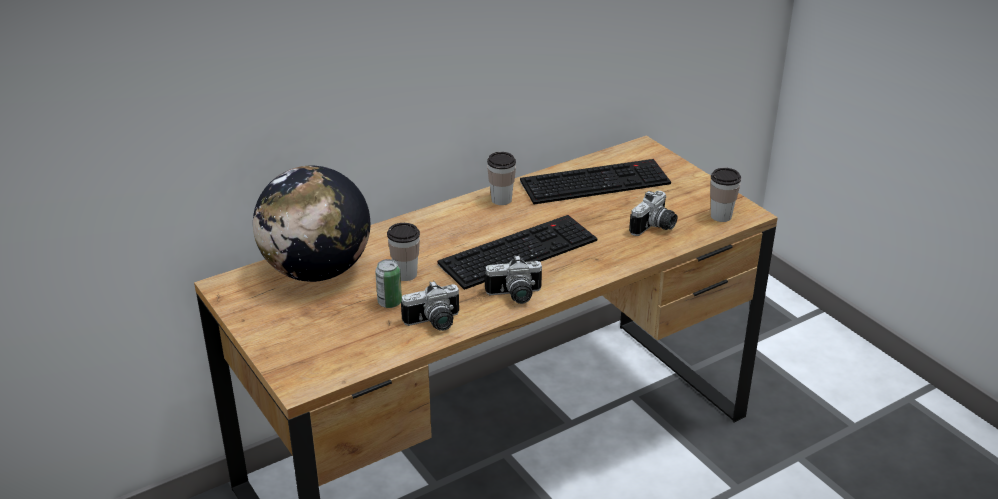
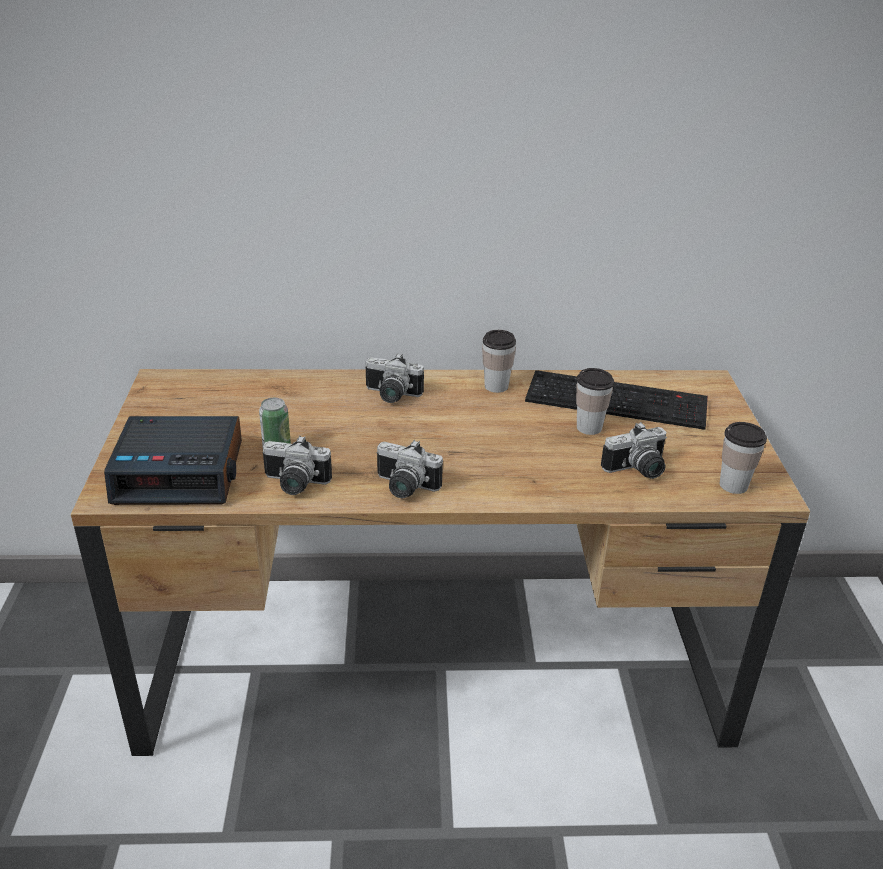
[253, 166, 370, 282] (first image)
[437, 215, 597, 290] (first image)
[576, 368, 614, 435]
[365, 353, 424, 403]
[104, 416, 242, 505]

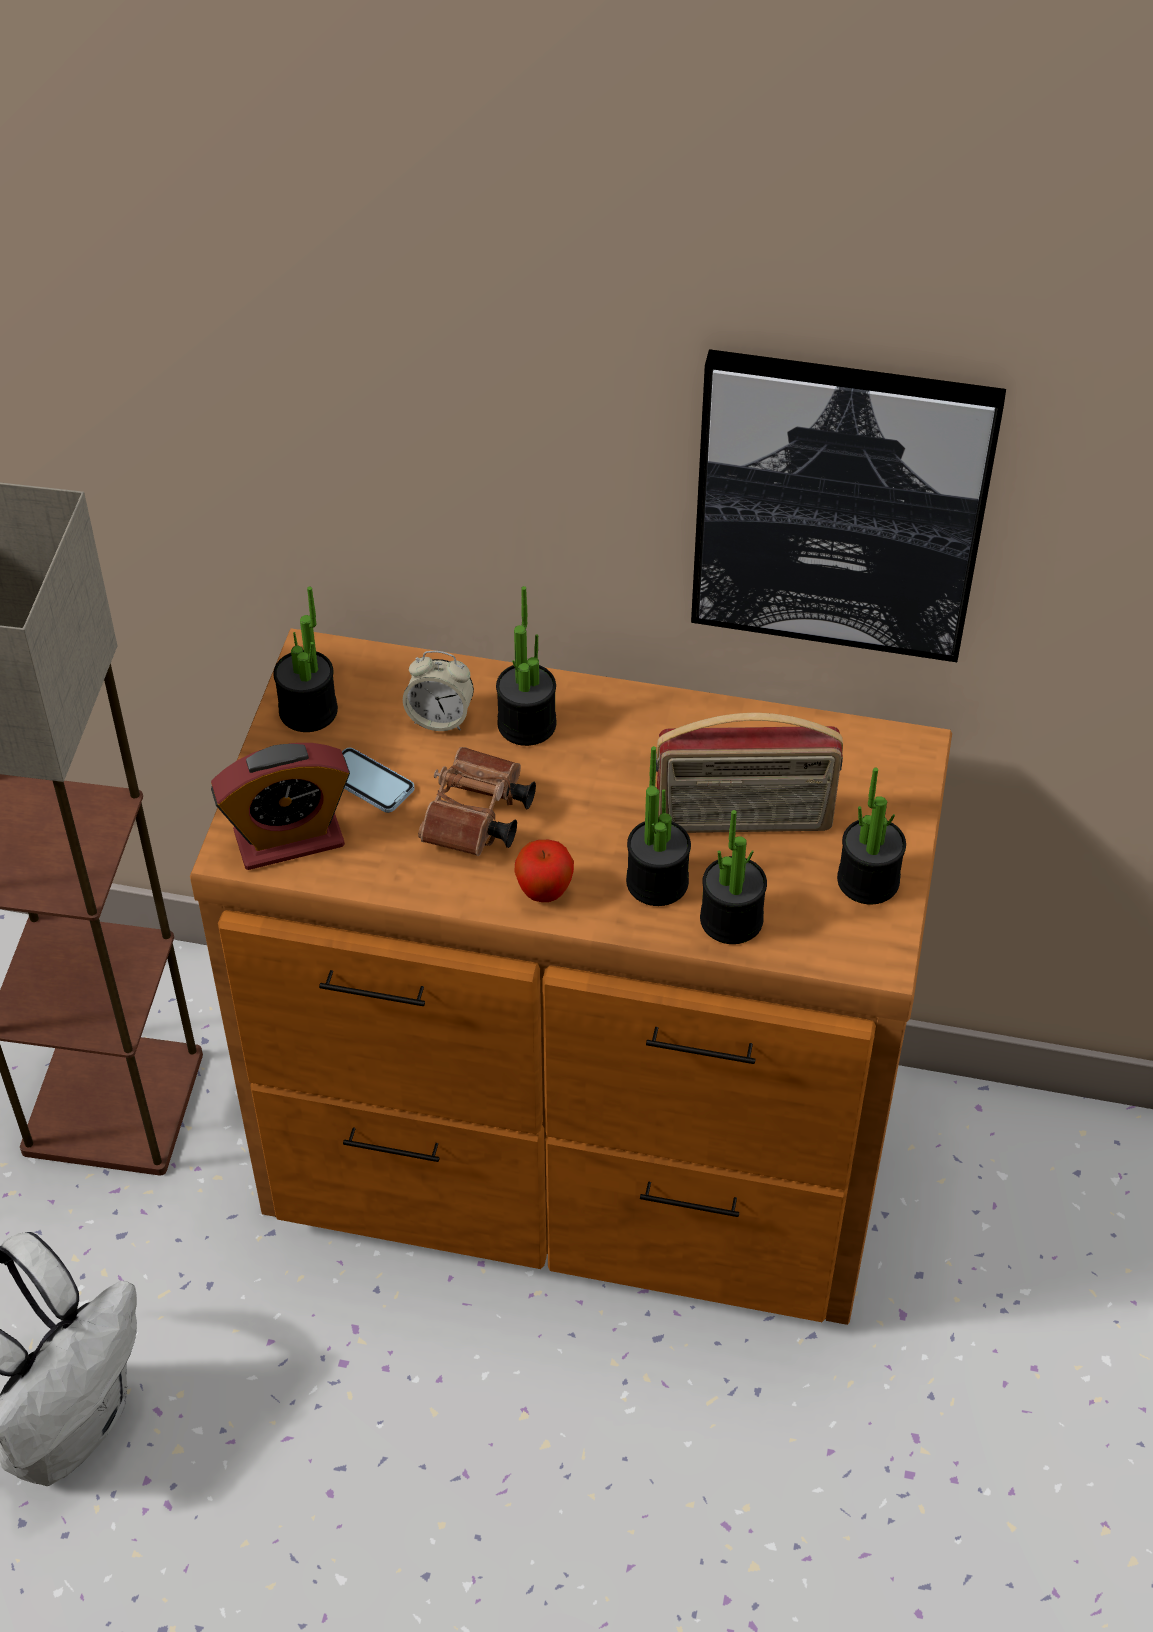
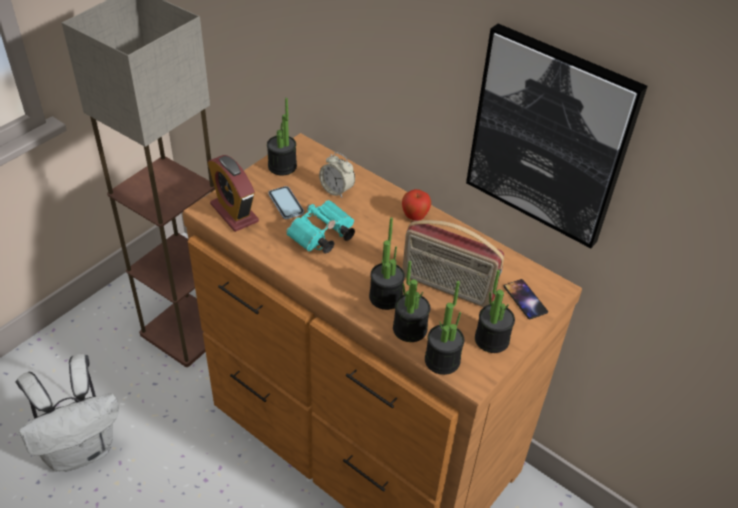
[425, 281, 464, 375]
[208, 155, 259, 232]
[286, 200, 355, 253]
[402, 189, 431, 220]
[504, 279, 548, 319]

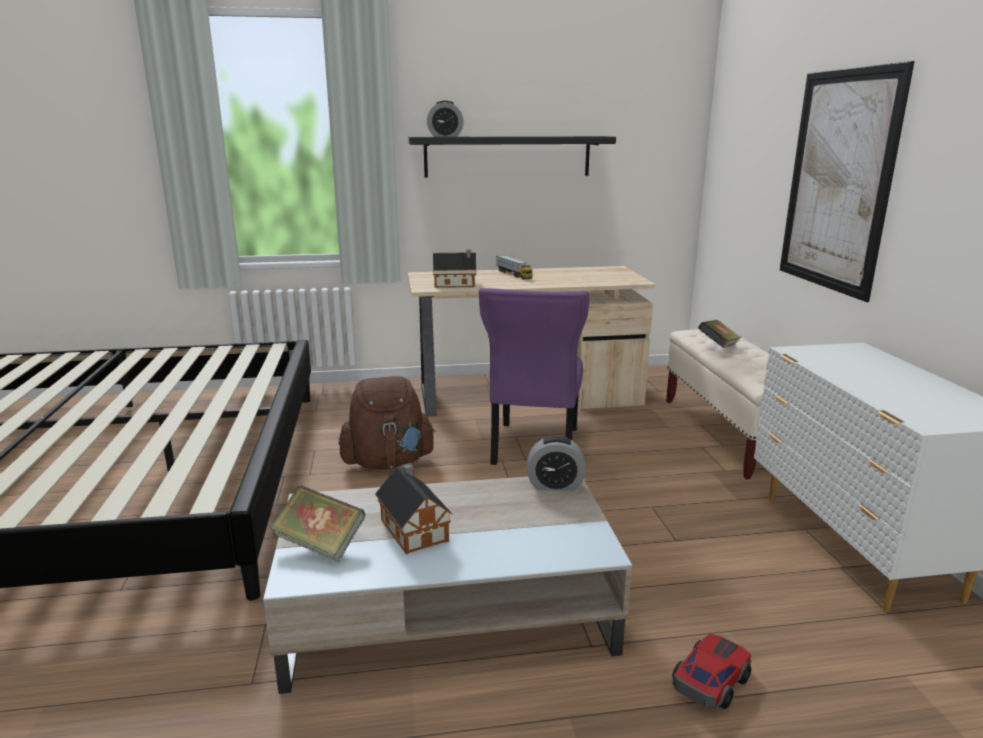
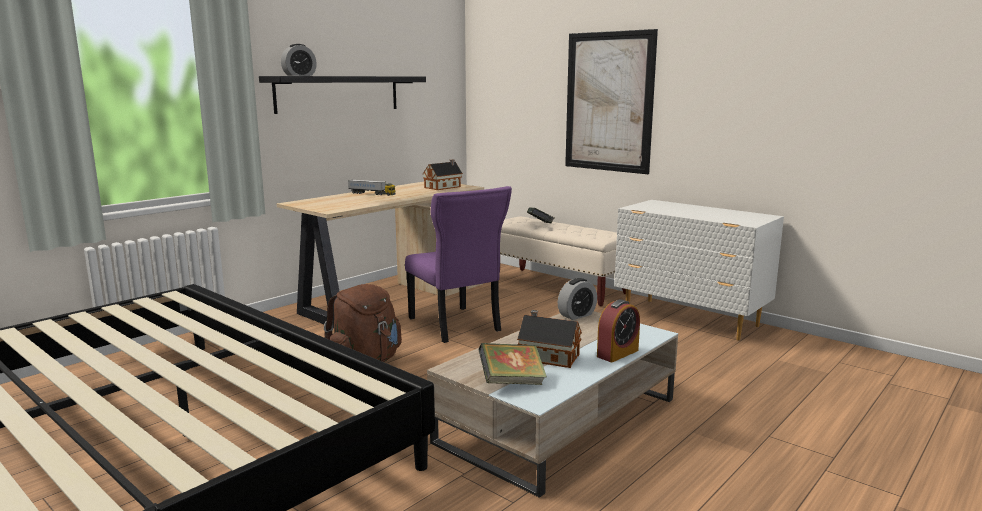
[422, 160, 463, 190]
[672, 633, 751, 709] (first image)
[597, 299, 640, 362]

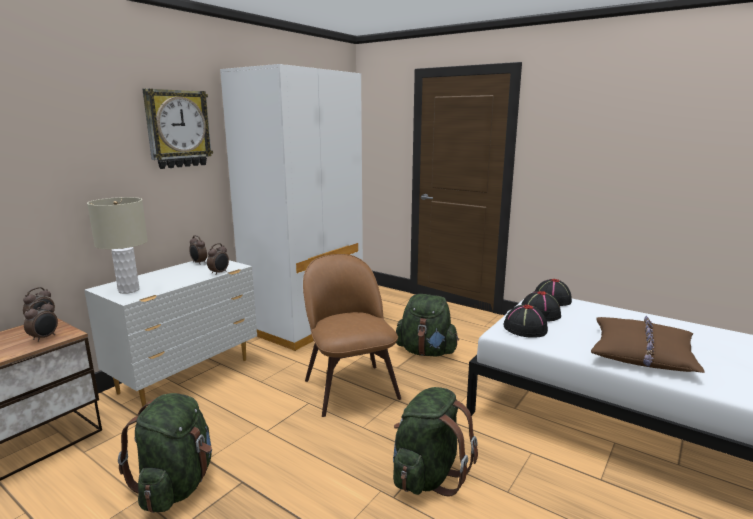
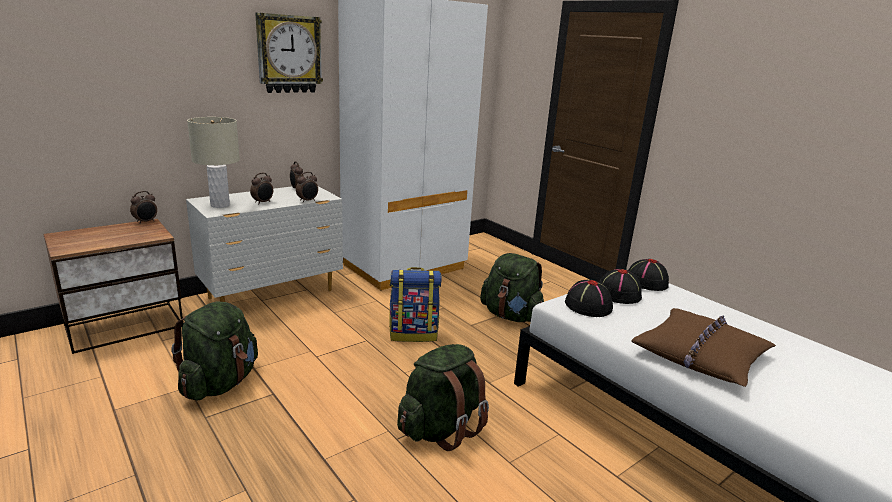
[389, 267, 442, 342]
[250, 173, 273, 203]

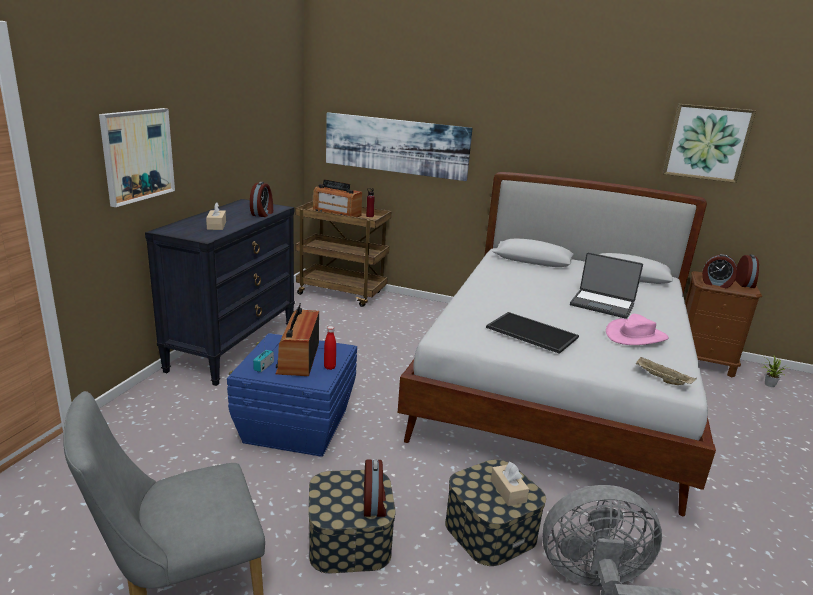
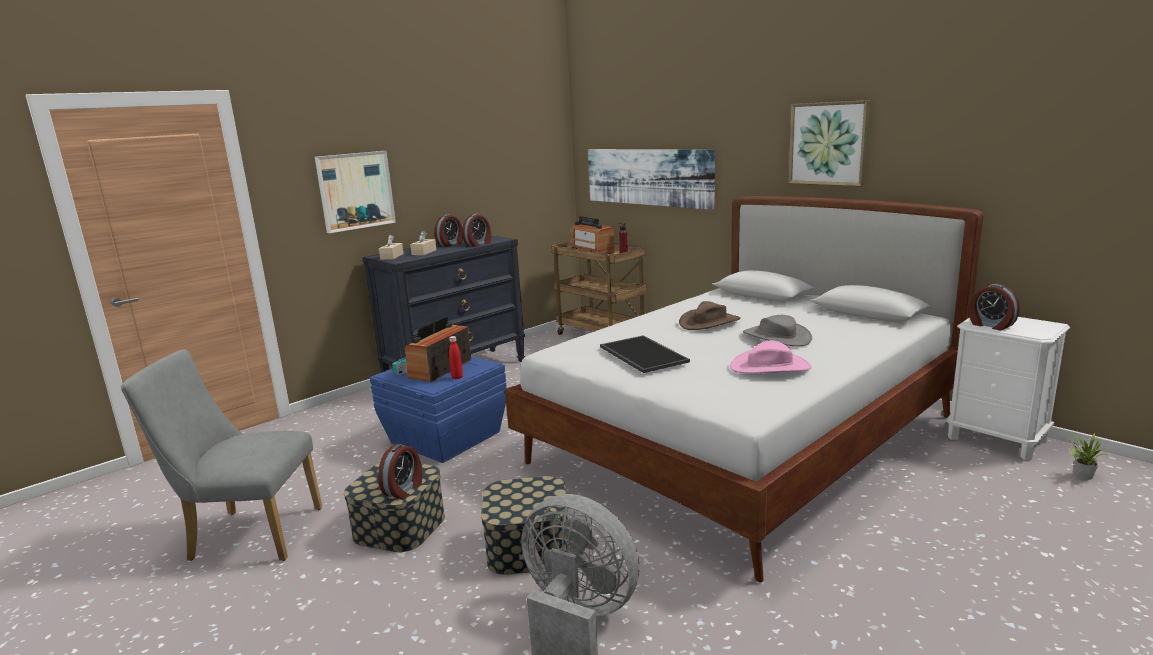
[788, 100, 870, 186]
[743, 315, 812, 346]
[434, 214, 463, 247]
[946, 317, 1070, 460]
[636, 356, 696, 385] (first image)
[379, 235, 404, 260]
[679, 301, 741, 330]

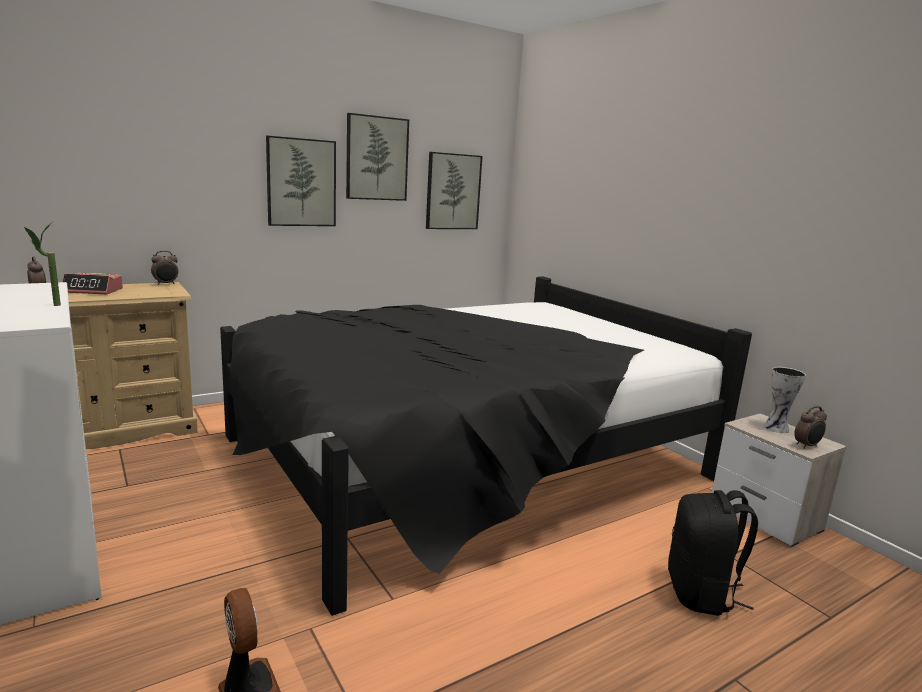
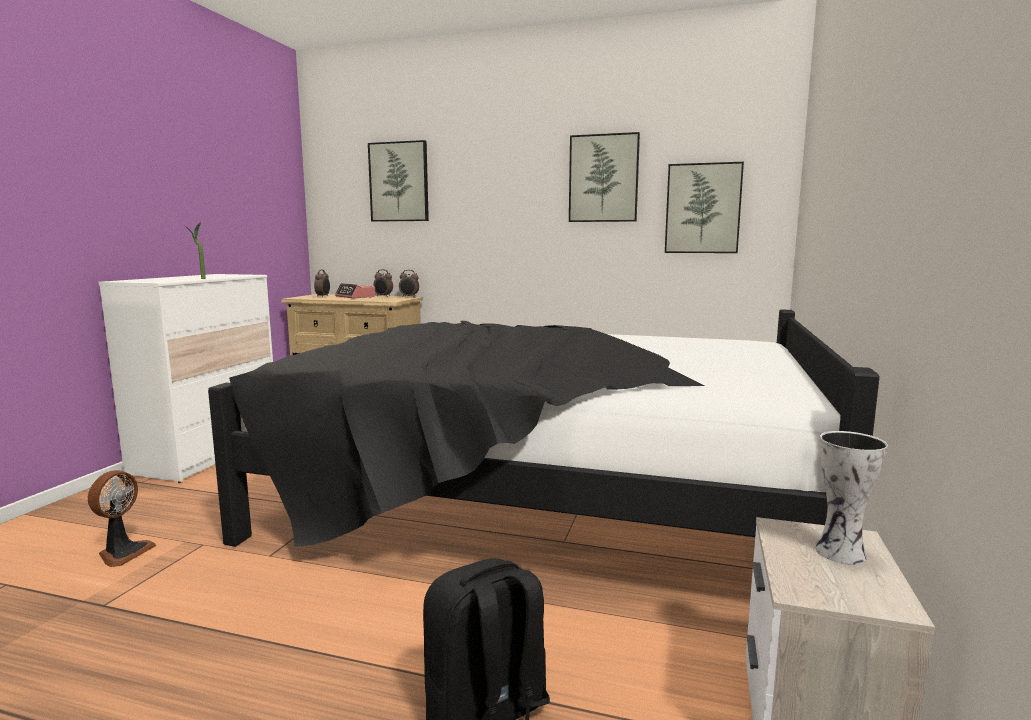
[368, 140, 429, 222]
[373, 269, 393, 296]

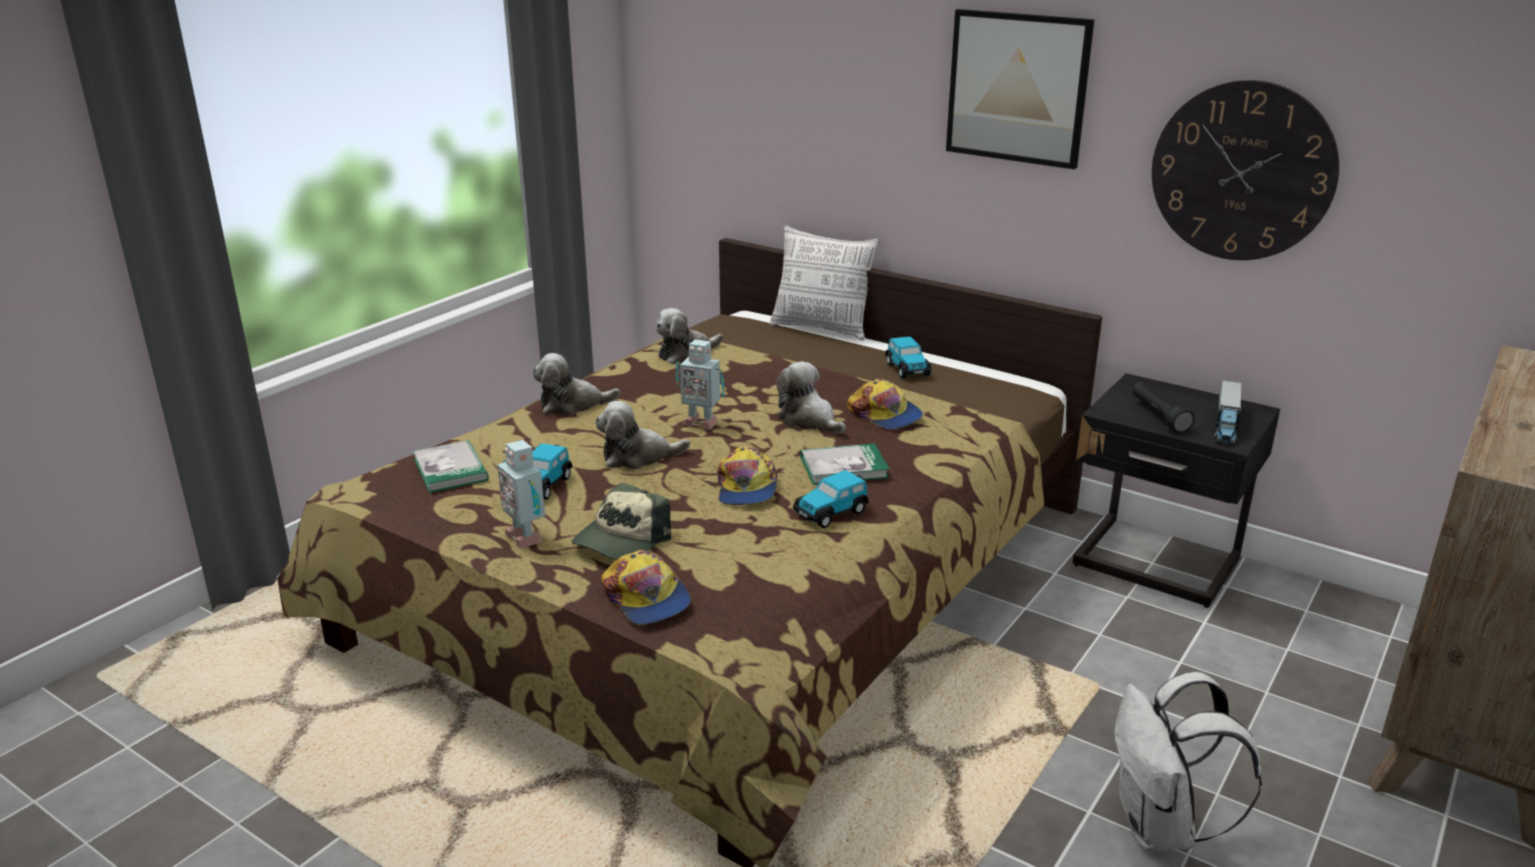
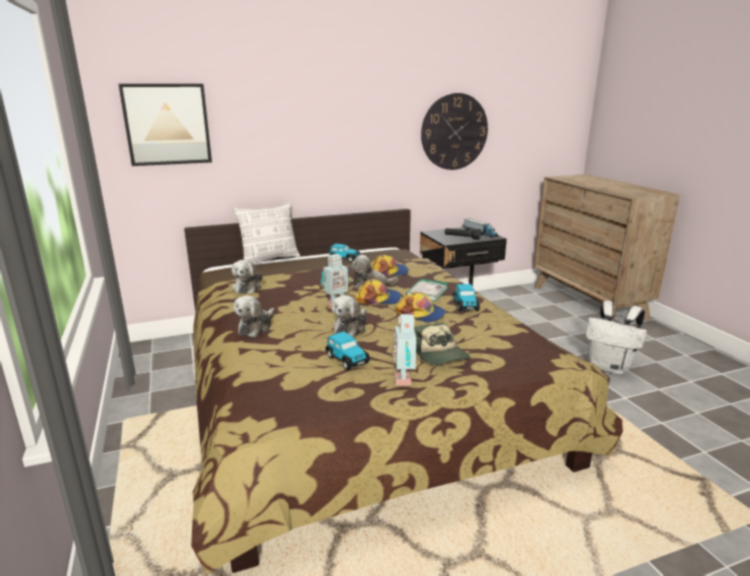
[118, 84, 212, 166]
[413, 440, 489, 493] (first image)
[392, 314, 419, 386]
[355, 279, 401, 305]

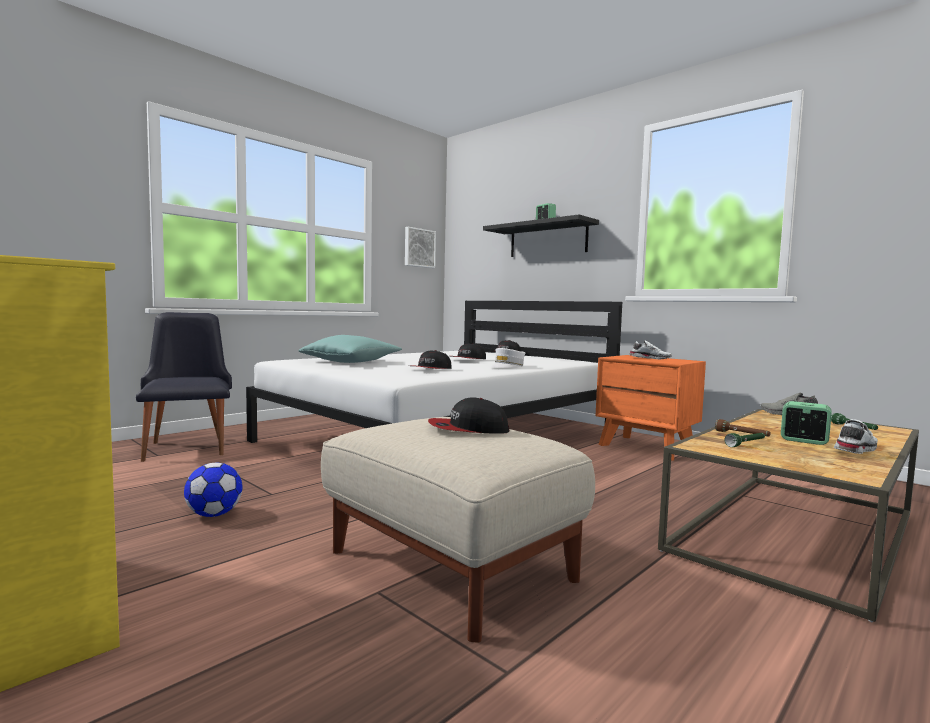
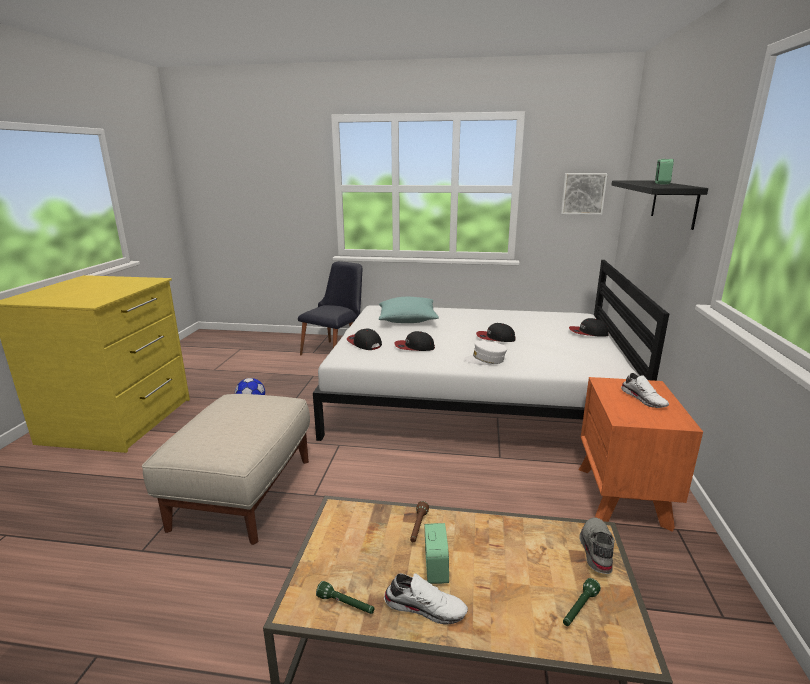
[347, 329, 382, 350]
[316, 581, 374, 614]

